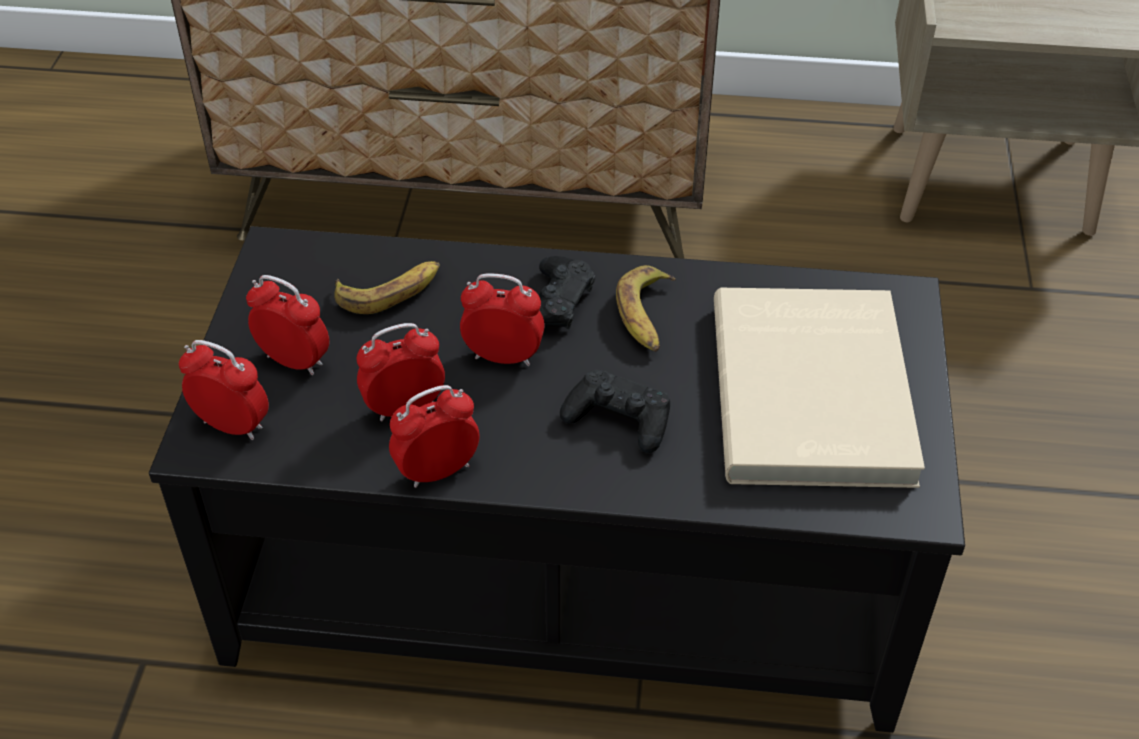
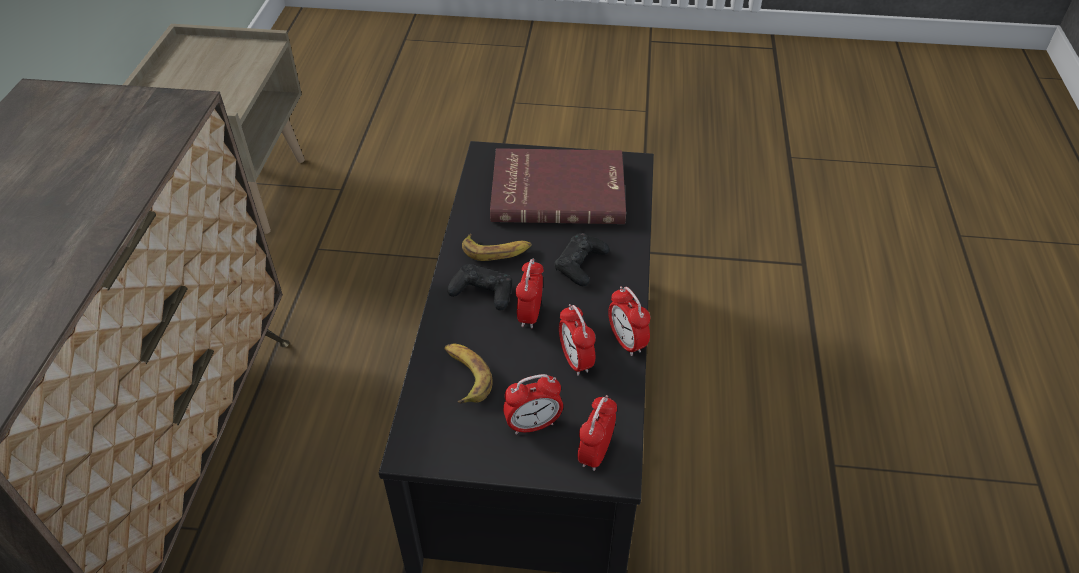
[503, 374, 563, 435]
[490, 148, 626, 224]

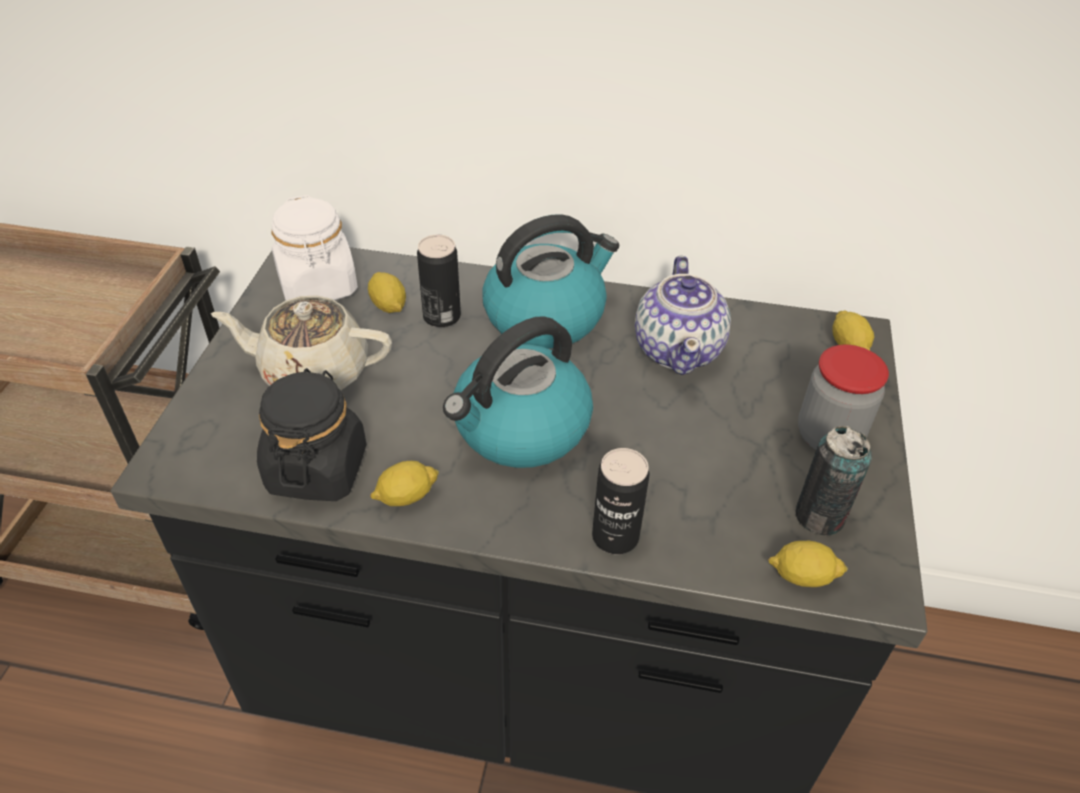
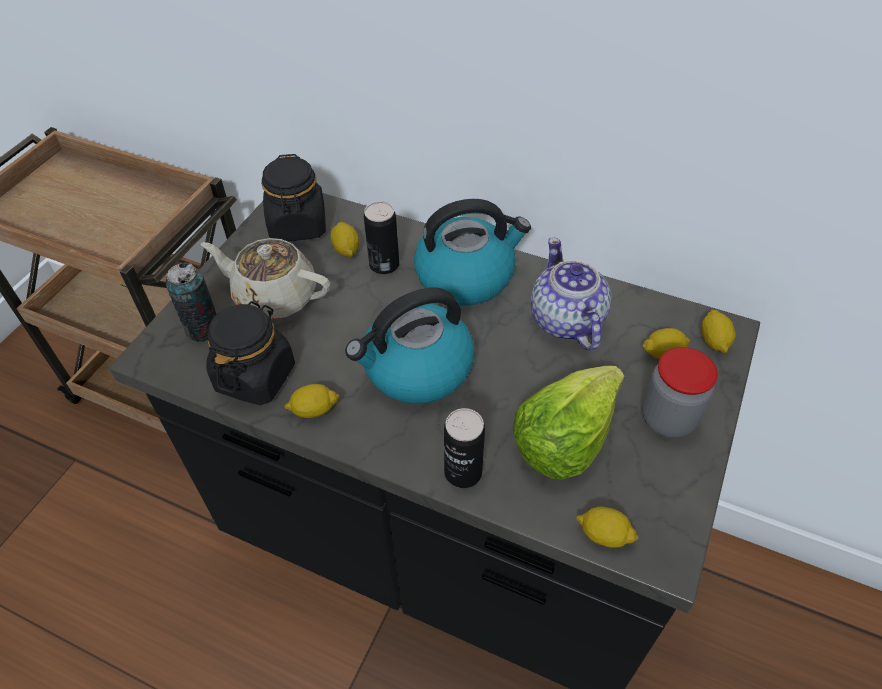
[261, 154, 326, 241]
[531, 237, 612, 351]
[166, 262, 216, 342]
[643, 328, 690, 359]
[513, 366, 625, 480]

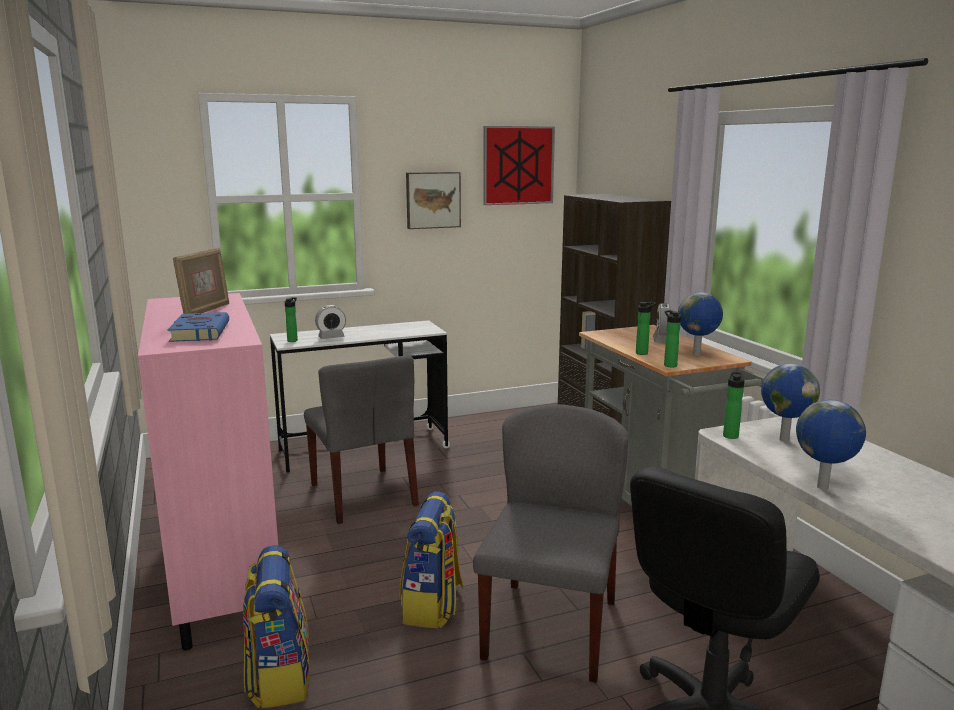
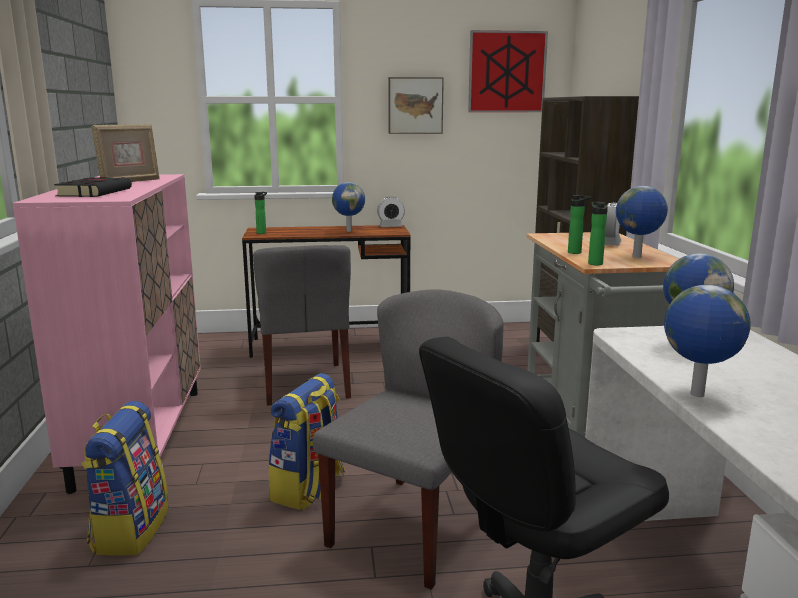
[377, 197, 405, 227]
[54, 177, 132, 197]
[242, 225, 411, 358]
[723, 372, 745, 439] (first image)
[332, 182, 365, 232]

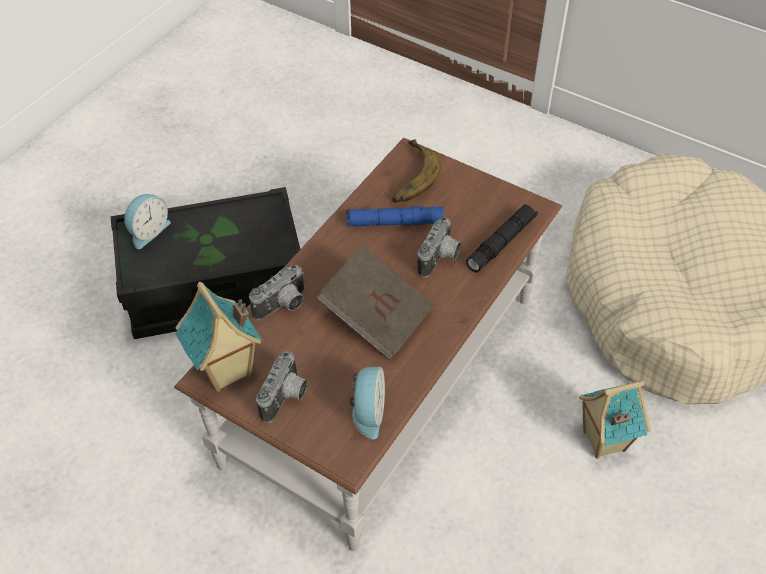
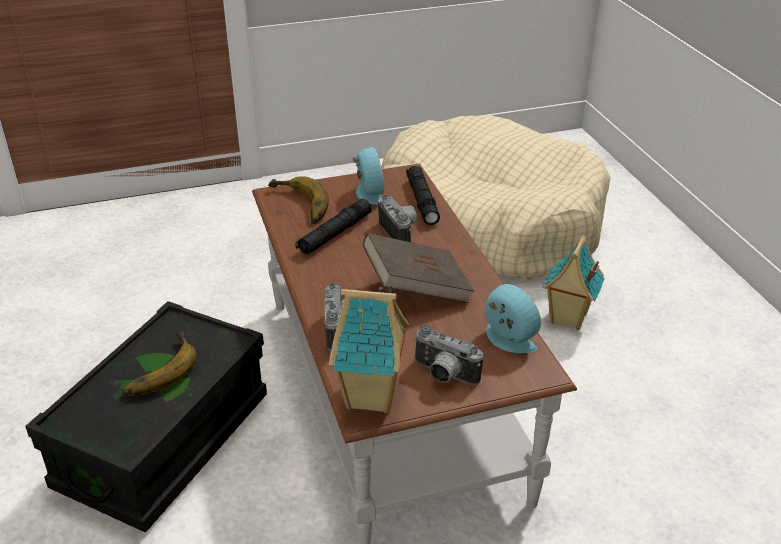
[353, 147, 384, 205]
[295, 199, 372, 255]
[414, 325, 483, 385]
[122, 332, 197, 396]

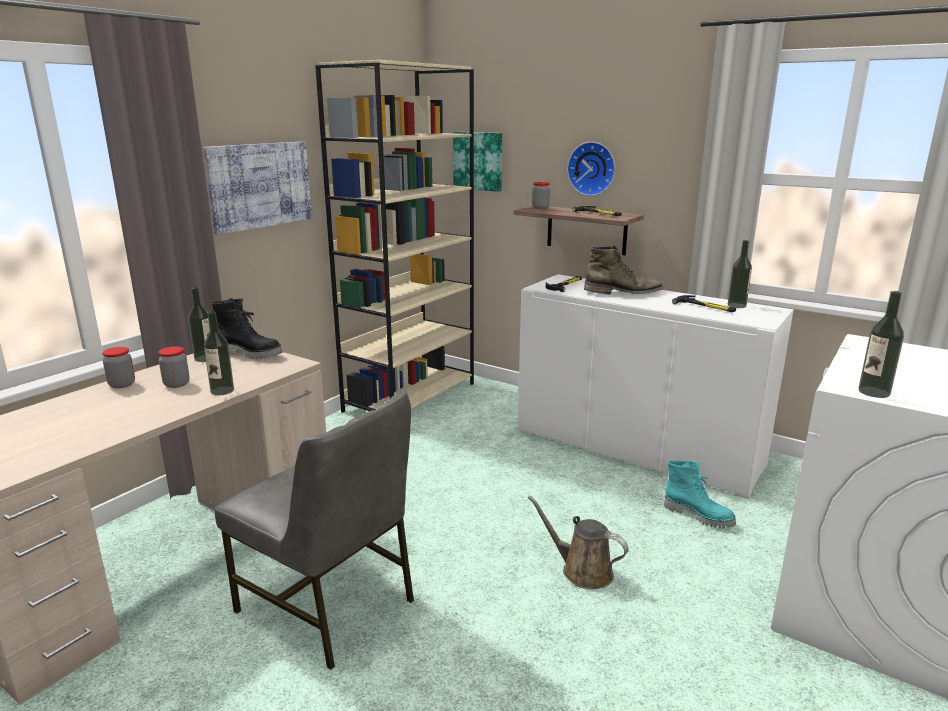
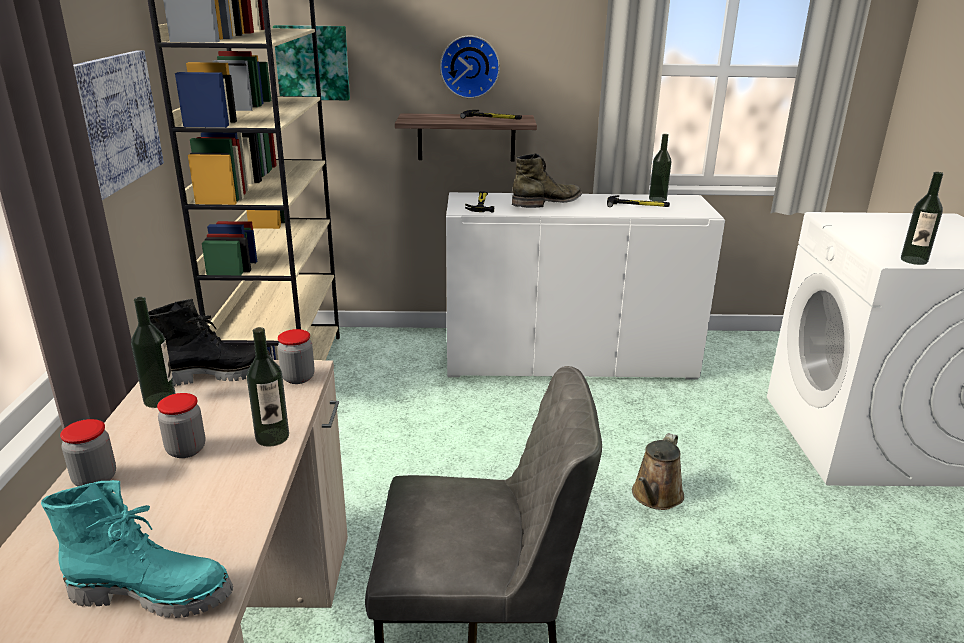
[278, 329, 315, 384]
[41, 480, 233, 618]
[632, 433, 684, 510]

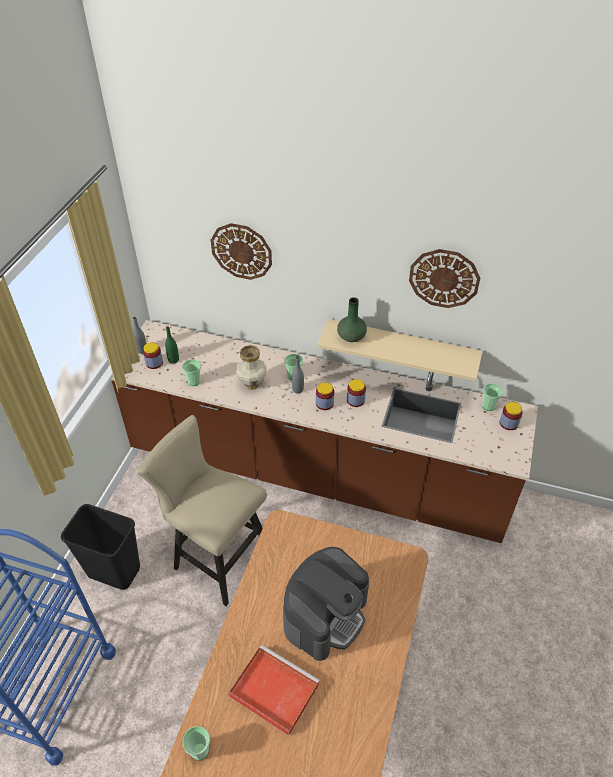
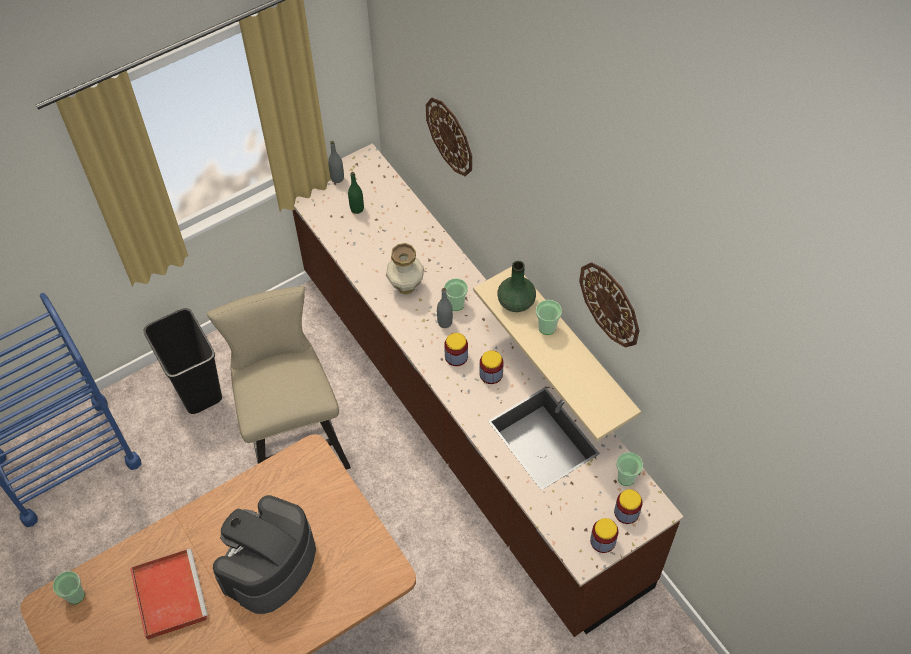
[590, 518, 618, 553]
[536, 300, 562, 335]
[213, 495, 316, 614]

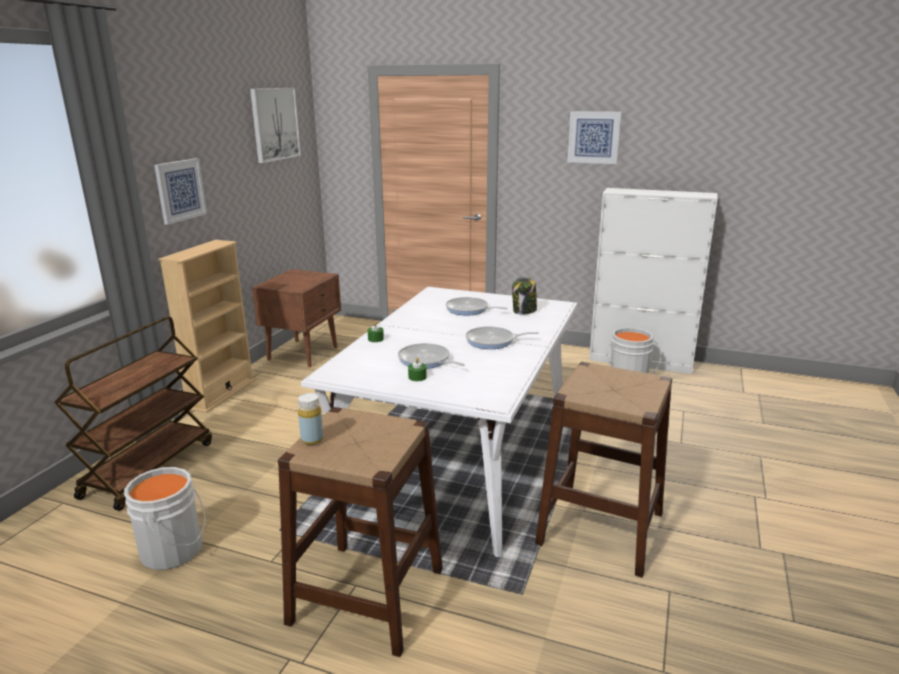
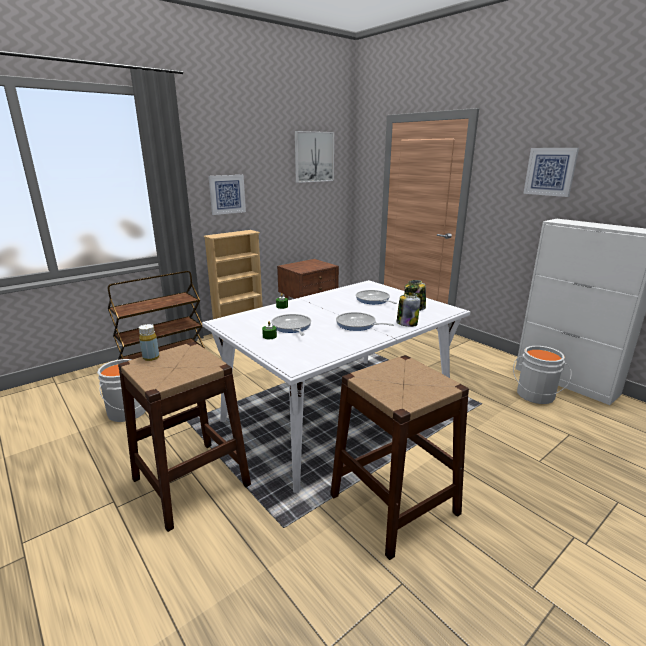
[397, 292, 421, 327]

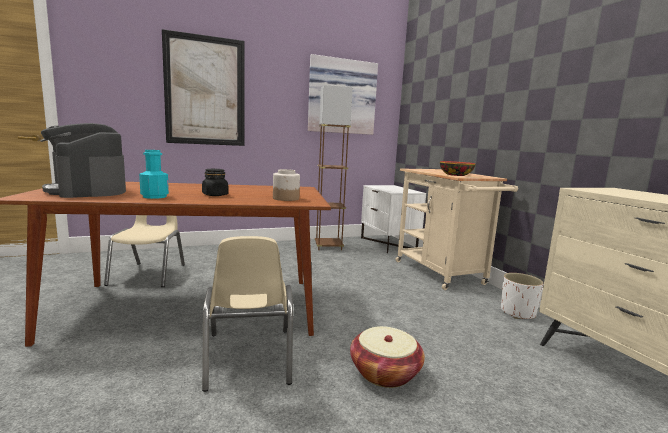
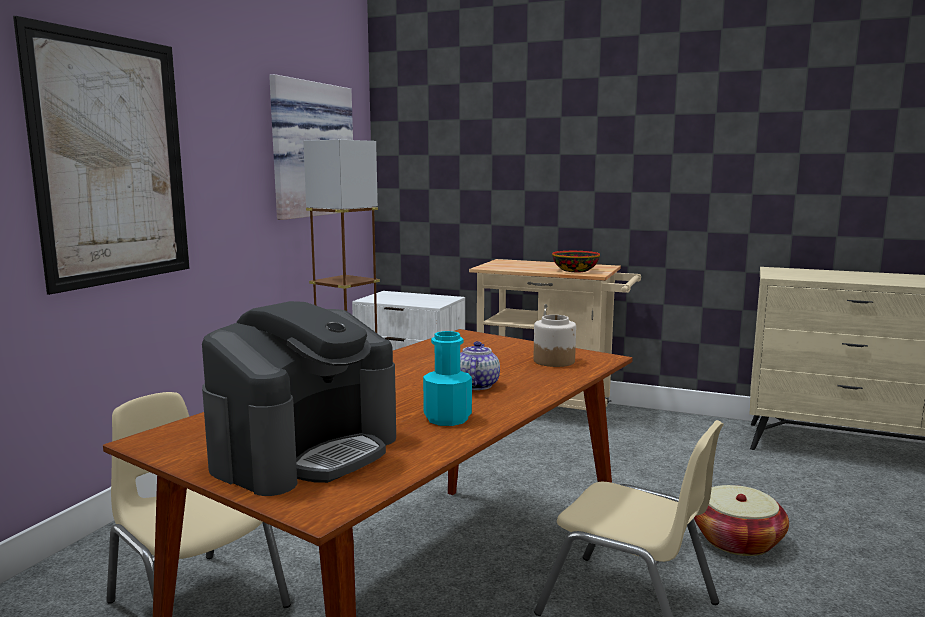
[202, 301, 396, 496]
[460, 341, 500, 390]
[501, 273, 544, 319] (first image)

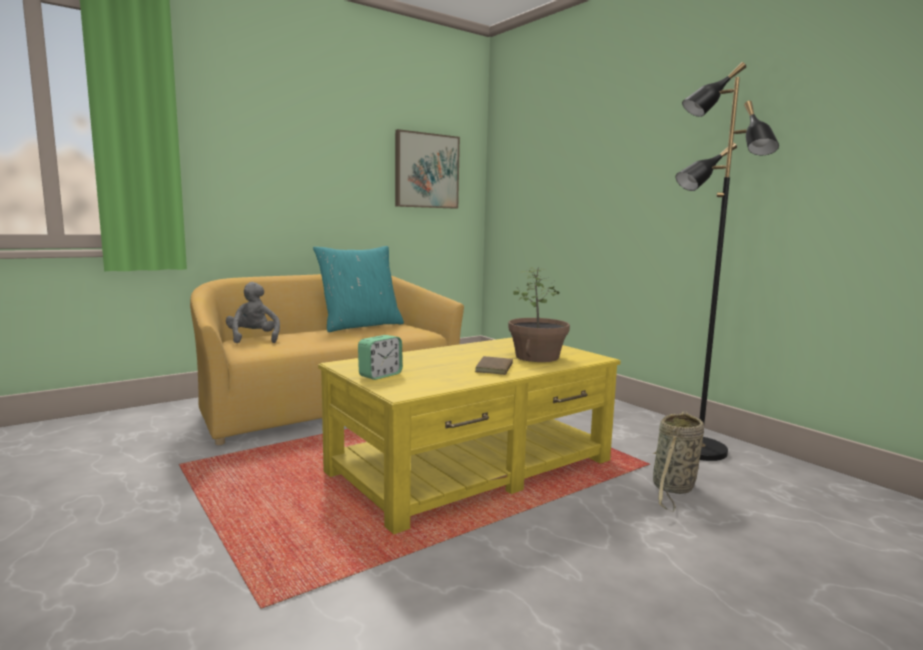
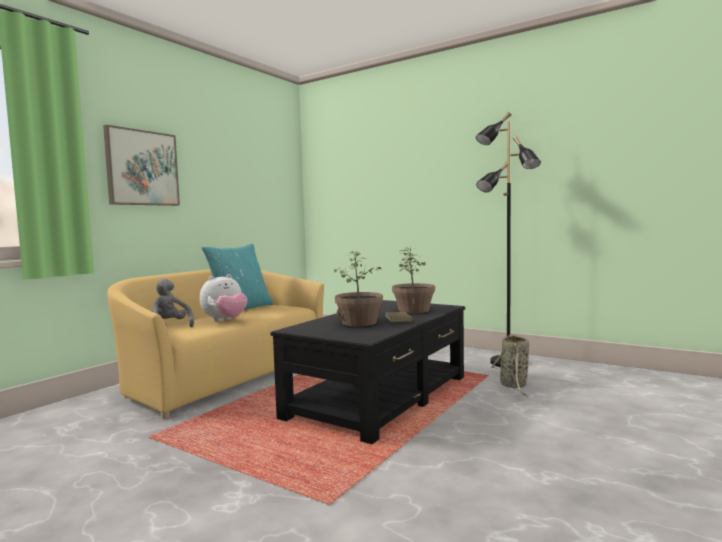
[103, 125, 180, 206]
[358, 335, 403, 380] (first image)
[270, 300, 465, 444]
[334, 251, 383, 326]
[200, 274, 248, 322]

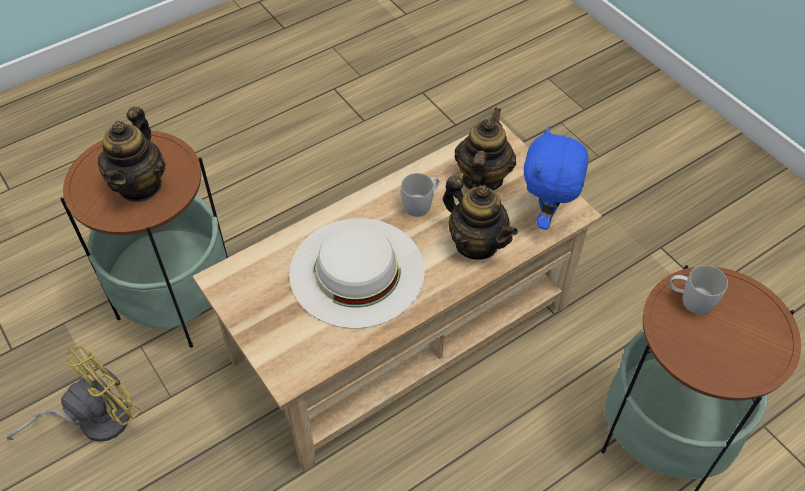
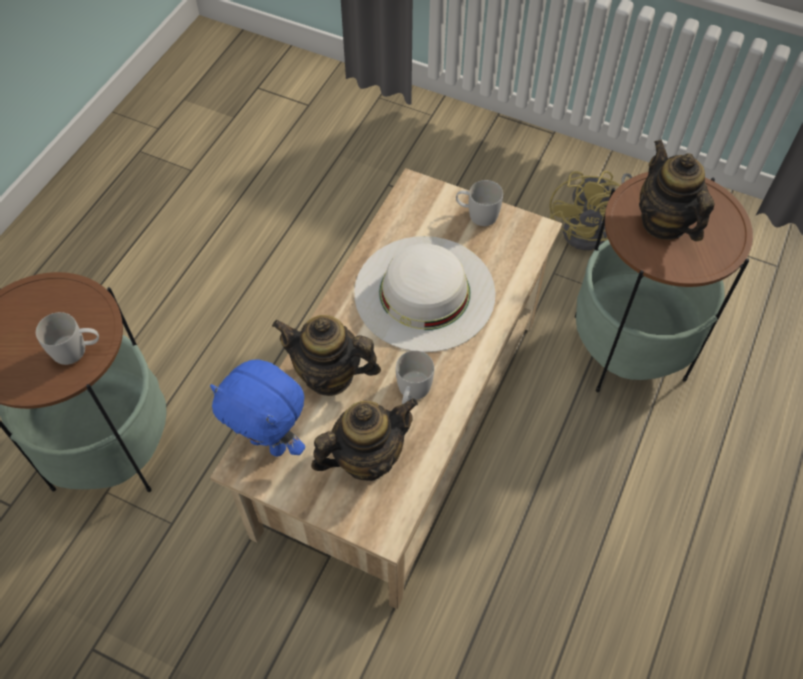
[311, 398, 418, 481]
[210, 360, 305, 457]
[456, 180, 503, 226]

